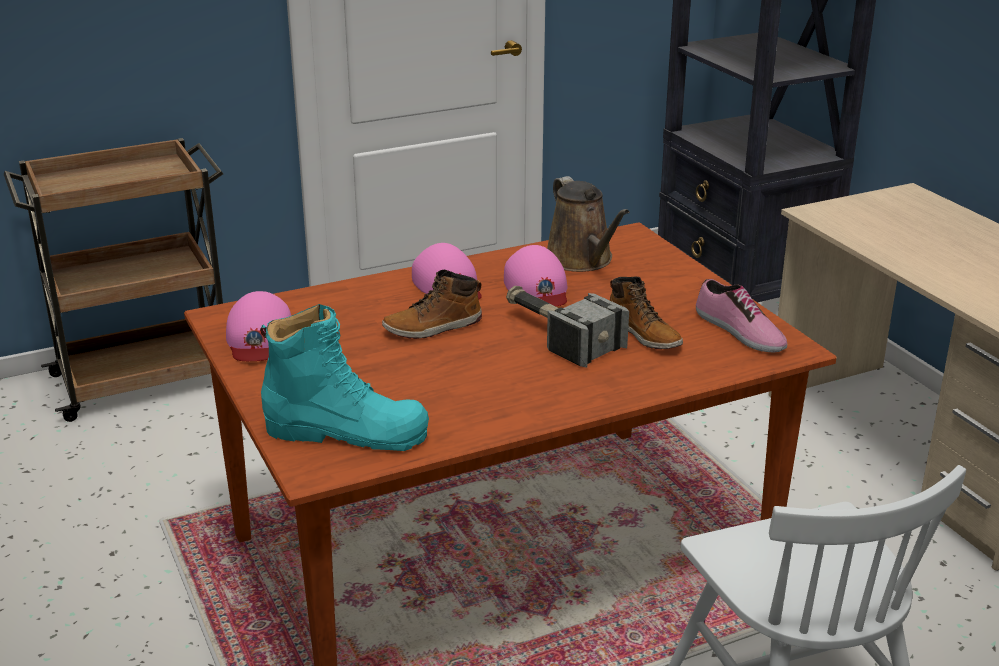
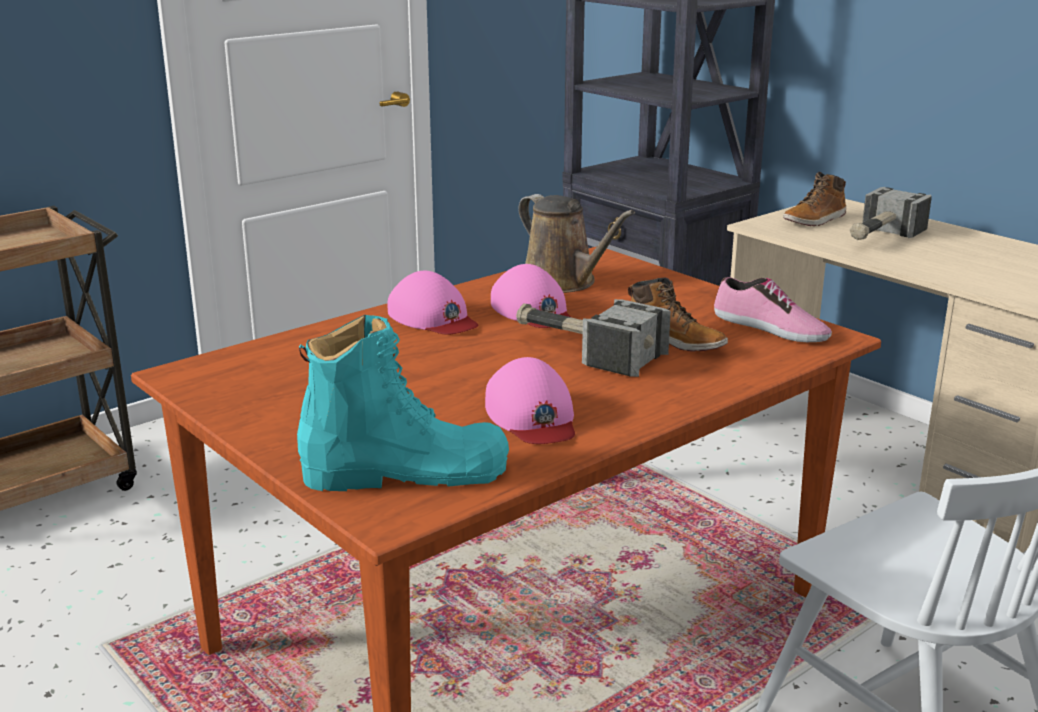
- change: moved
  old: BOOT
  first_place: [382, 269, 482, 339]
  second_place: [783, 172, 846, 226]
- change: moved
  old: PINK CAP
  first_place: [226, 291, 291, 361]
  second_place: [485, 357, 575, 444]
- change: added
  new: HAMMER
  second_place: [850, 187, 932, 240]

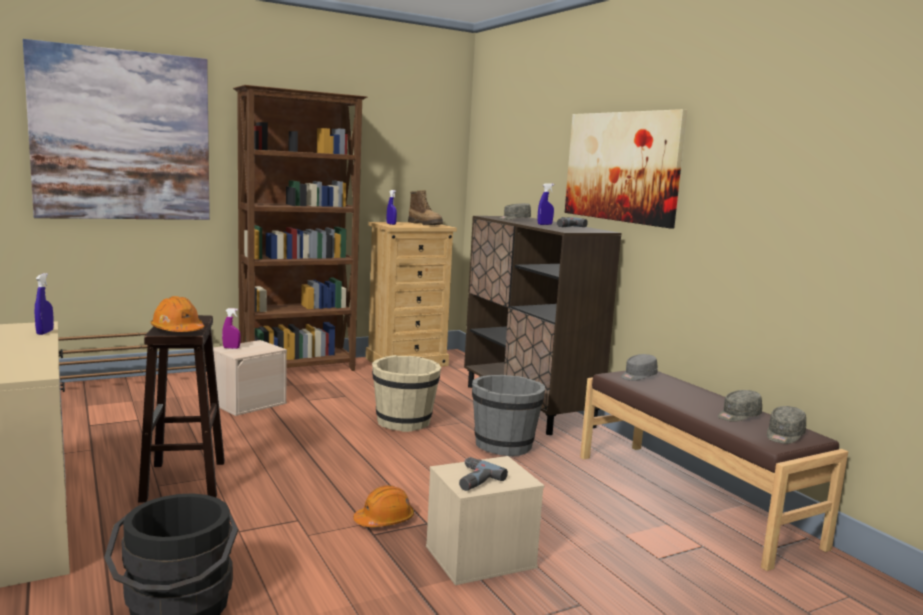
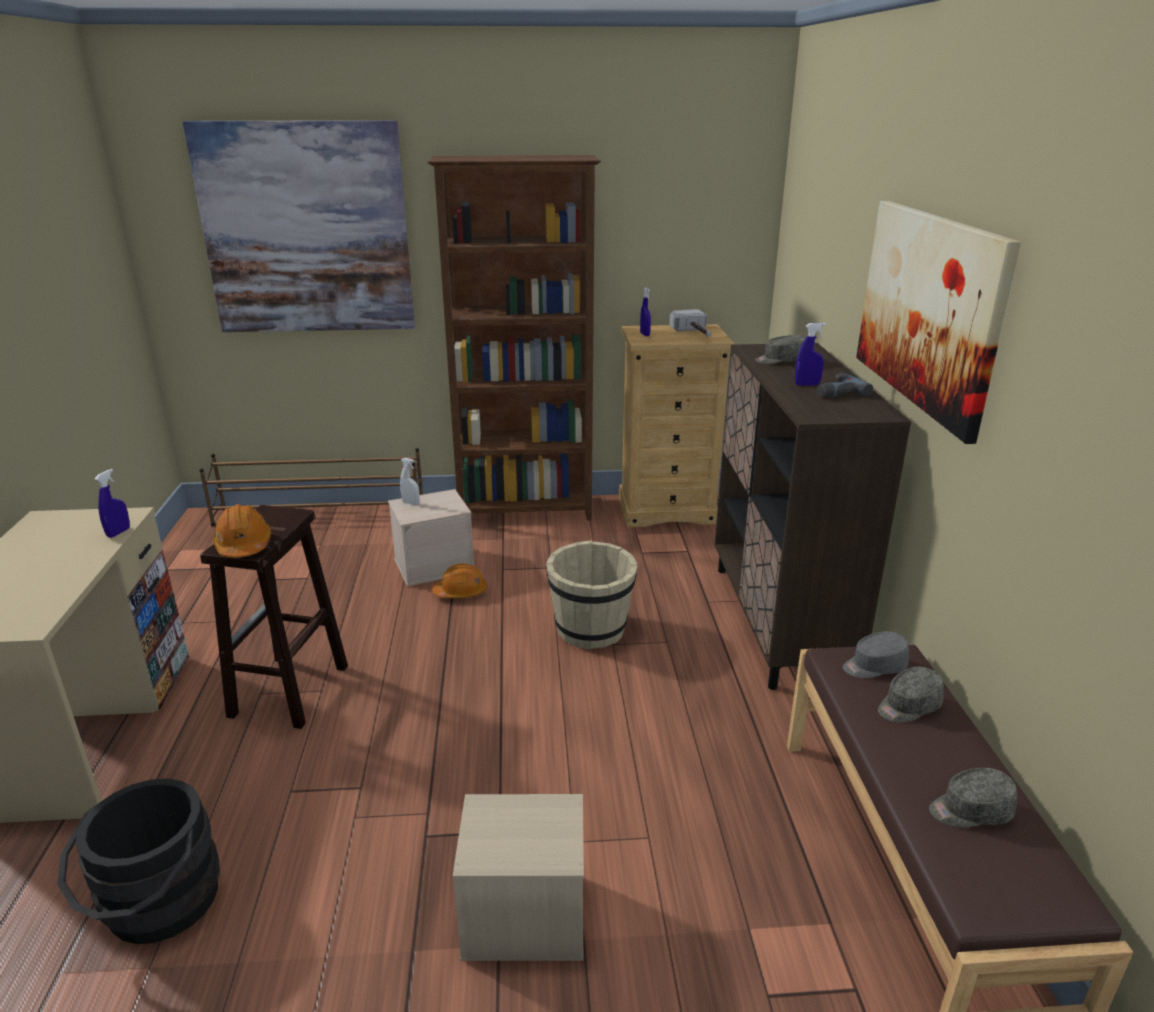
- change: replaced
  old: BOOT
  new: HAMMER
  first_place: [408, 190, 443, 225]
  second_place: [669, 309, 712, 337]
- change: recoloured
  old: PURPLE SPRAY BOTTLE
  new: WHITE SPRAY BOTTLE
  first_place: [222, 308, 241, 349]
  second_place: [400, 458, 420, 505]
- change: removed
  old: GREY BUCKET
  first_place: [472, 375, 545, 456]
- change: moved
  old: GREY CAP
  first_place: [767, 406, 806, 444]
  second_place: [878, 667, 944, 723]
- change: removed
  old: POWER DRILL
  first_place: [459, 457, 508, 491]
- change: moved
  old: ORANGE HARD HAT
  first_place: [353, 485, 414, 527]
  second_place: [432, 564, 487, 598]

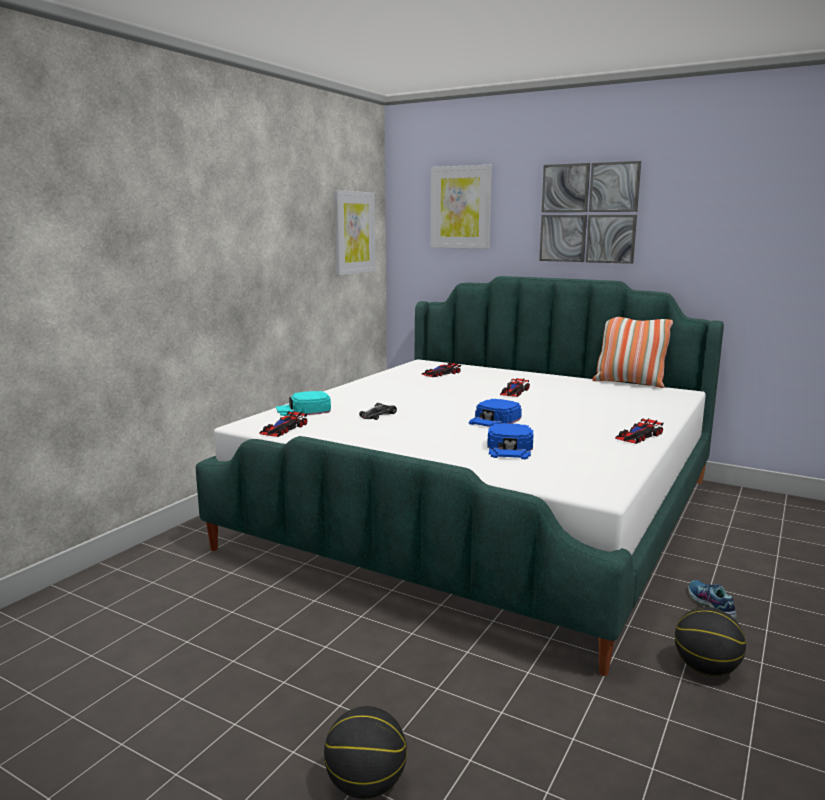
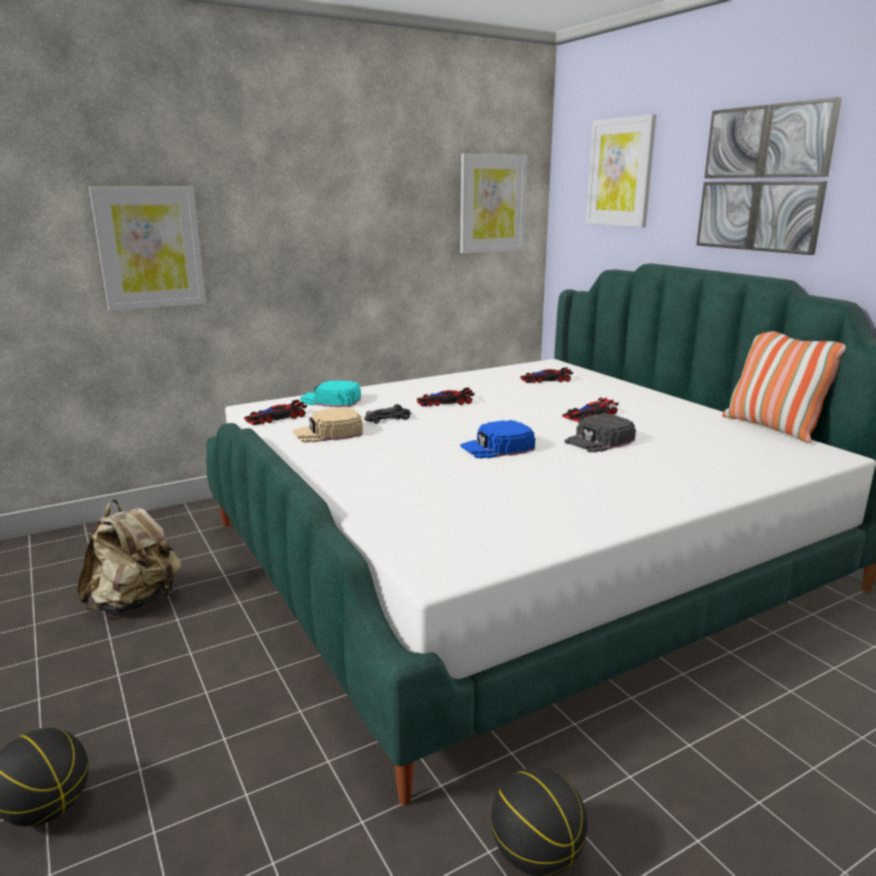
- change: moved
  old: TOY CAR
  first_place: [615, 418, 664, 444]
  second_place: [417, 387, 475, 406]
- change: removed
  old: BLUE CAP
  first_place: [487, 423, 533, 459]
- change: removed
  old: SHOE
  first_place: [688, 580, 737, 620]
- change: added
  new: PICTURE
  second_place: [89, 187, 206, 311]
- change: added
  new: BEIGE CAP
  second_place: [293, 407, 363, 443]
- change: added
  new: BLACK CAP
  second_place: [565, 414, 636, 453]
- change: added
  new: BEIGE BACKPACK
  second_place: [77, 500, 181, 612]

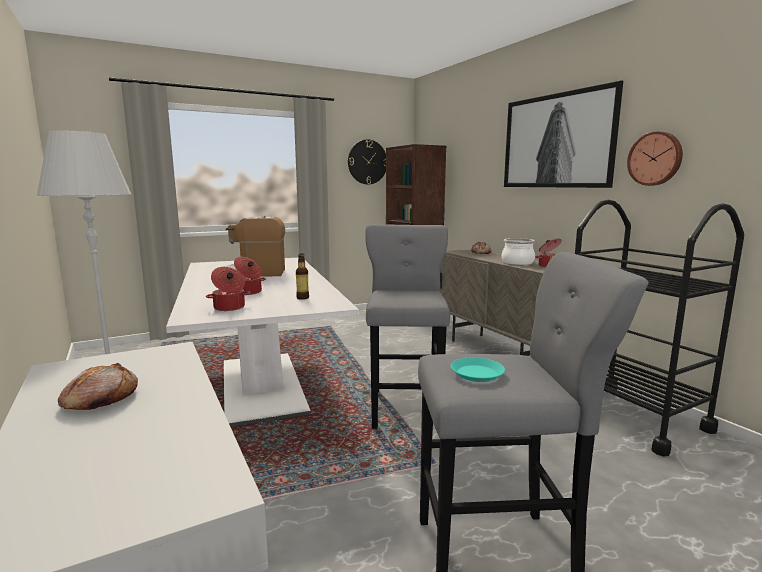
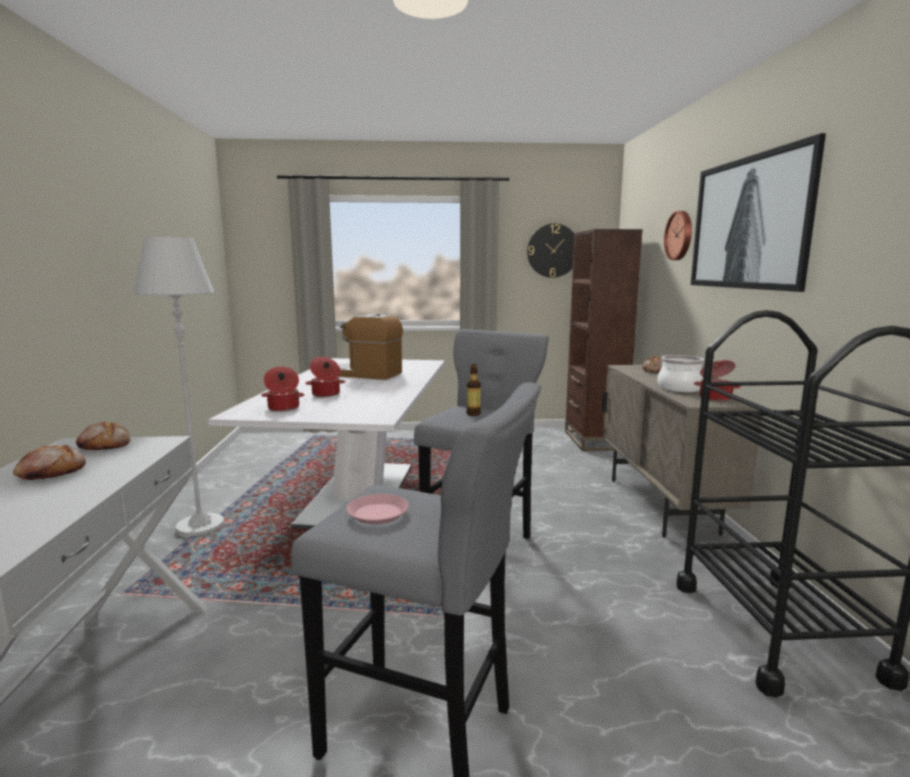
- change: moved
  old: WALL CLOCK
  first_place: [627, 131, 683, 186]
  second_place: [664, 211, 692, 260]
- change: moved
  old: BOTTLE
  first_place: [296, 253, 309, 300]
  second_place: [466, 364, 481, 416]
- change: recoloured
  old: TURQUOISE PLATE
  new: PINK PLATE
  first_place: [451, 357, 505, 382]
  second_place: [347, 494, 409, 524]
- change: added
  new: BREAD
  second_place: [76, 422, 131, 450]

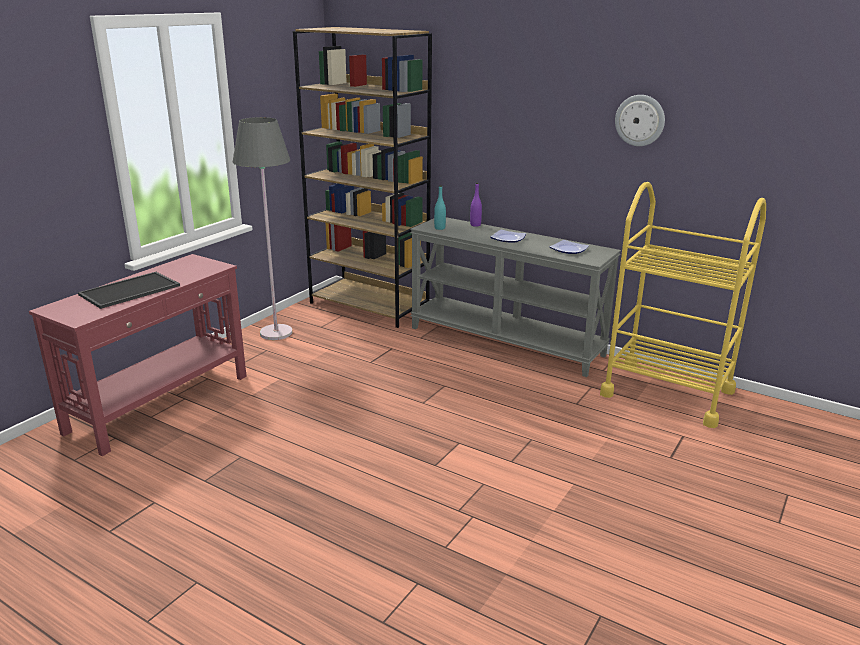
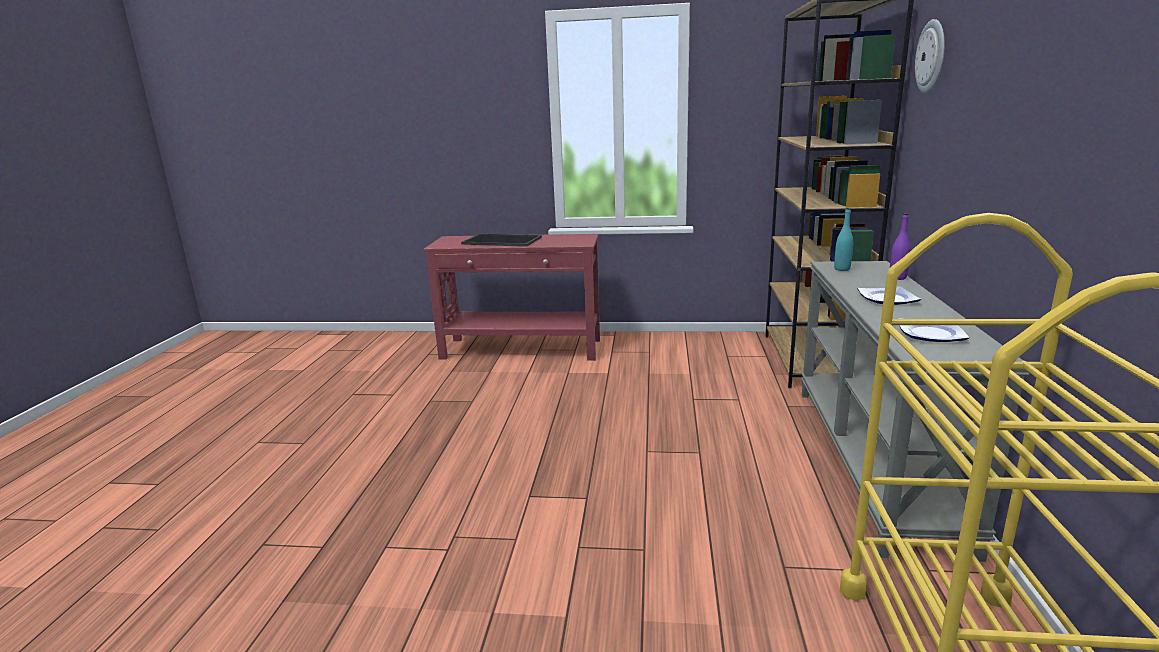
- change: moved
  old: WALL CLOCK
  first_place: [615, 95, 665, 146]
  second_place: [915, 19, 945, 93]
- change: removed
  old: GREY FLOOR LAMP
  first_place: [232, 117, 293, 340]

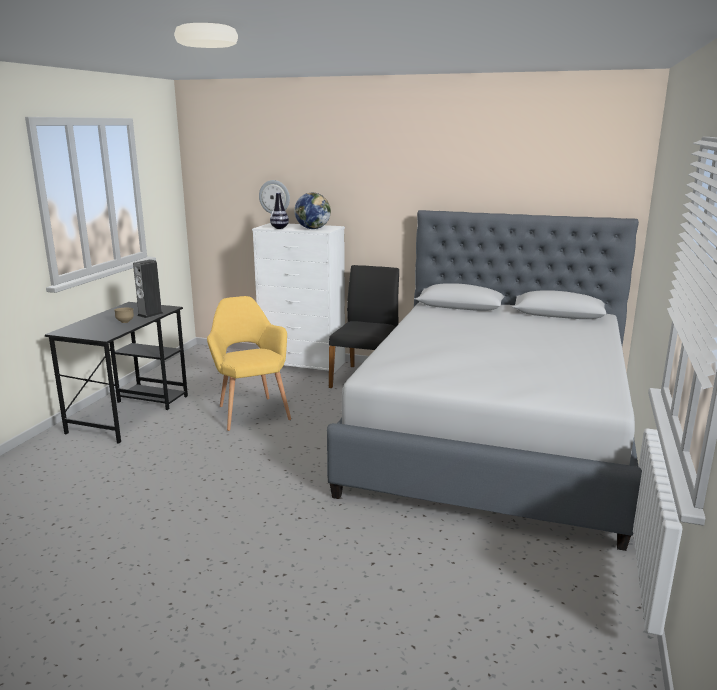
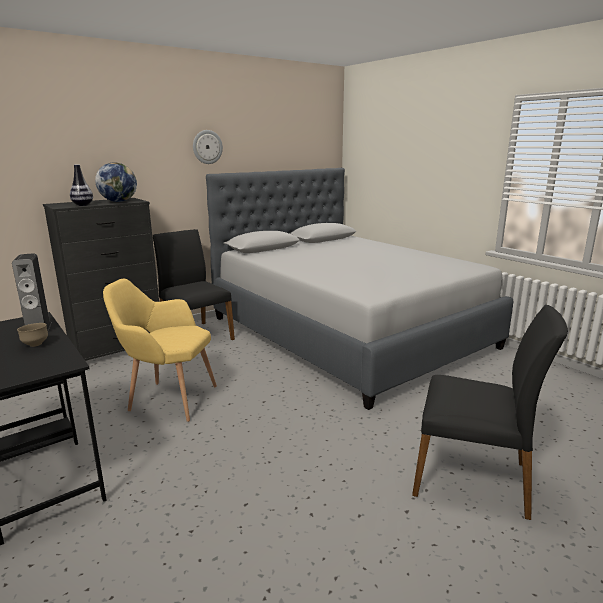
- change: moved
  old: WALL CLOCK
  first_place: [259, 180, 290, 214]
  second_place: [193, 130, 223, 164]
- change: recoloured
  old: WHITE DRESSER
  new: BLACK DRESSER
  first_place: [252, 223, 345, 373]
  second_place: [43, 198, 159, 361]
- change: added
  new: BLACK CHAIR
  second_place: [412, 305, 568, 520]

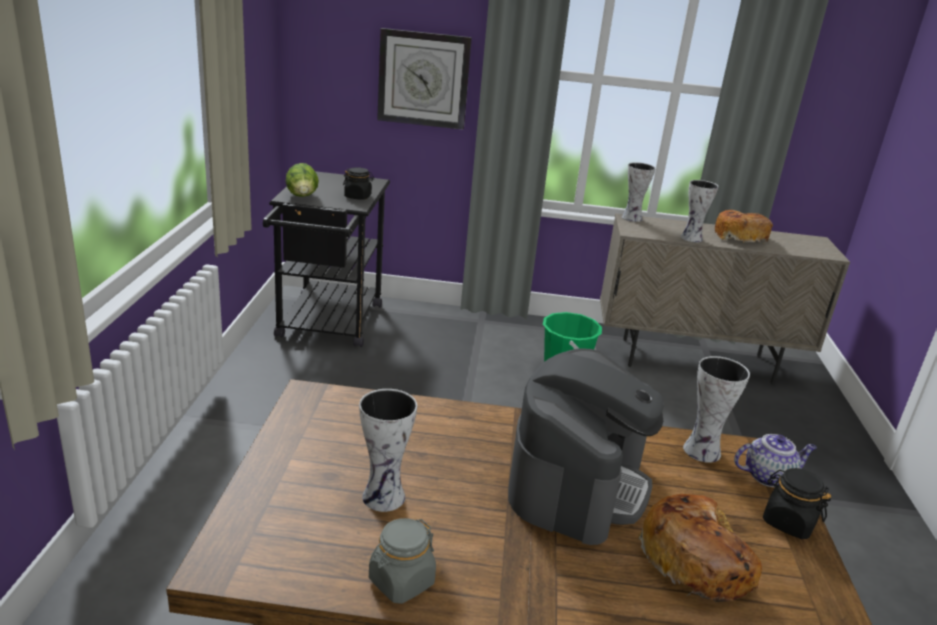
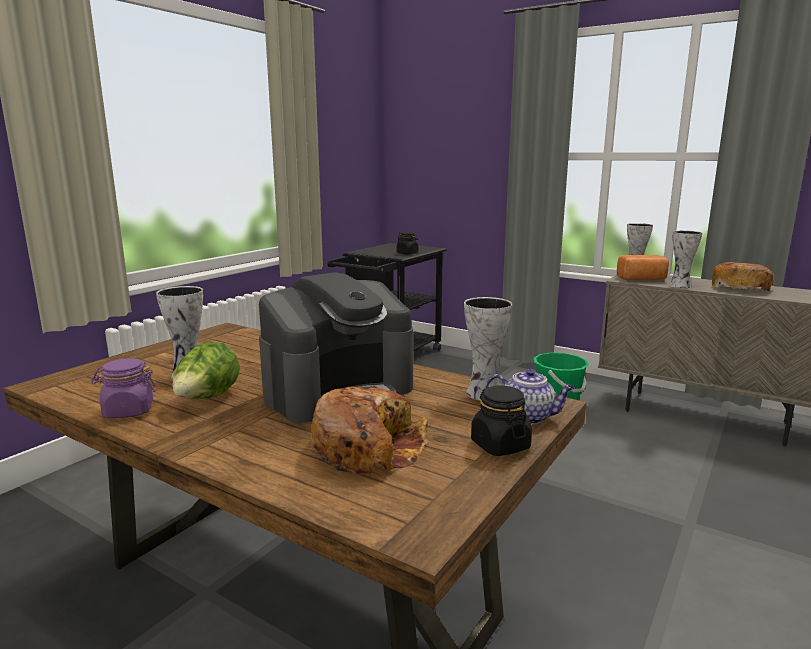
- change: removed
  old: WALL CLOCK
  first_place: [377, 28, 472, 130]
- change: moved
  old: LETTUCE
  first_place: [286, 163, 319, 197]
  second_place: [172, 341, 240, 399]
- change: recoloured
  old: GREY JAR
  new: PURPLE JAR
  first_place: [369, 518, 436, 604]
  second_place: [91, 358, 157, 418]
- change: added
  new: BREAD
  second_place: [617, 255, 669, 280]

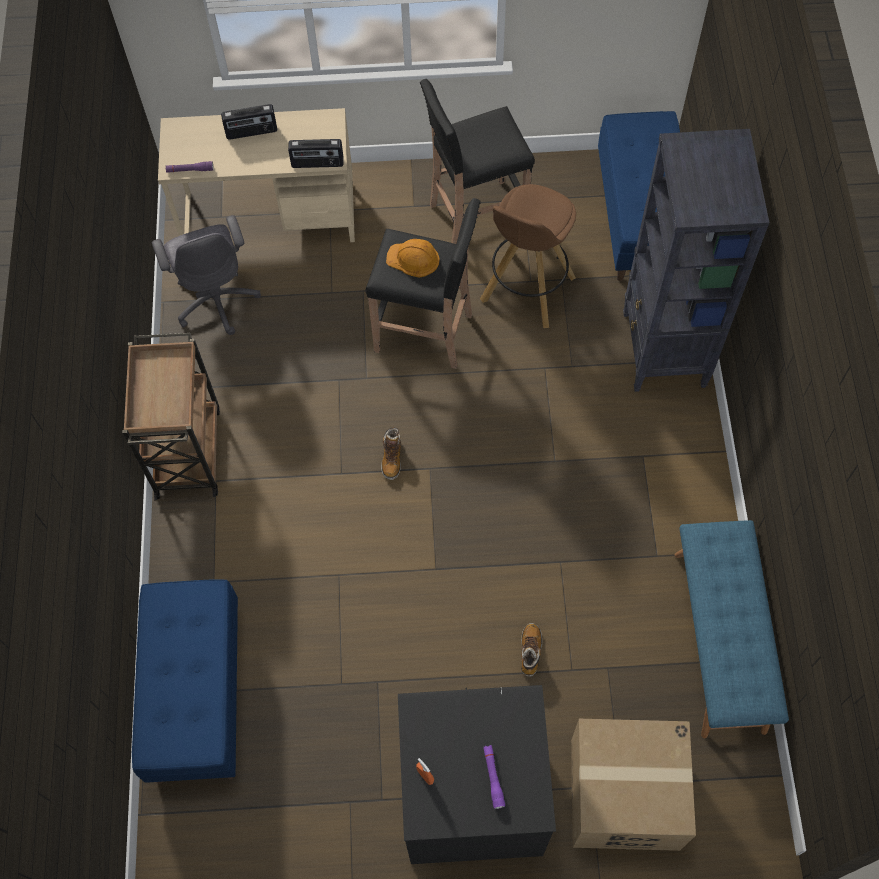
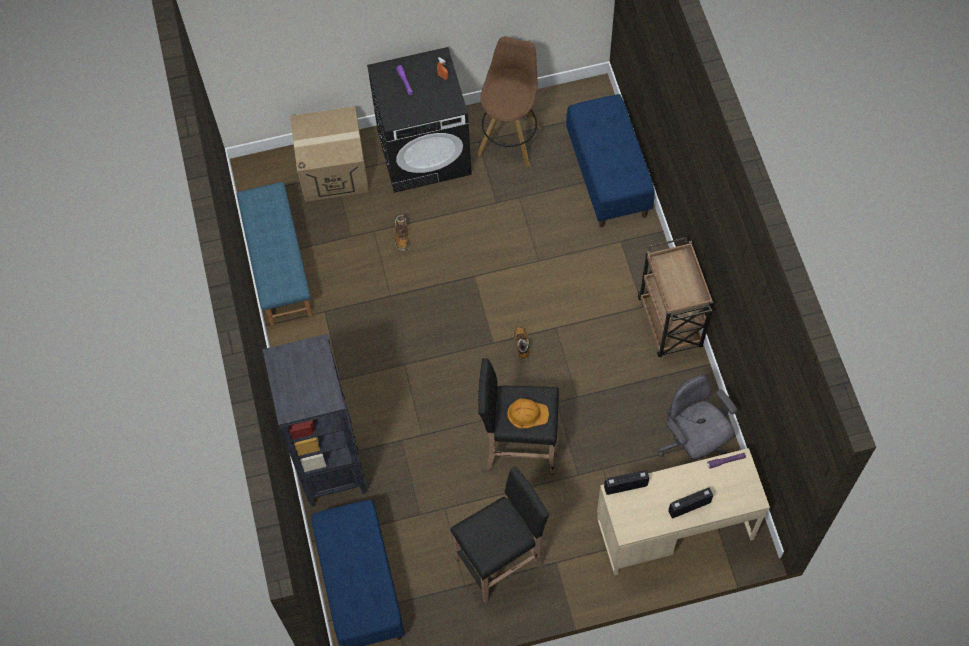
- change: moved
  old: BROWN STOOL
  first_place: [480, 184, 576, 328]
  second_place: [477, 36, 543, 167]

